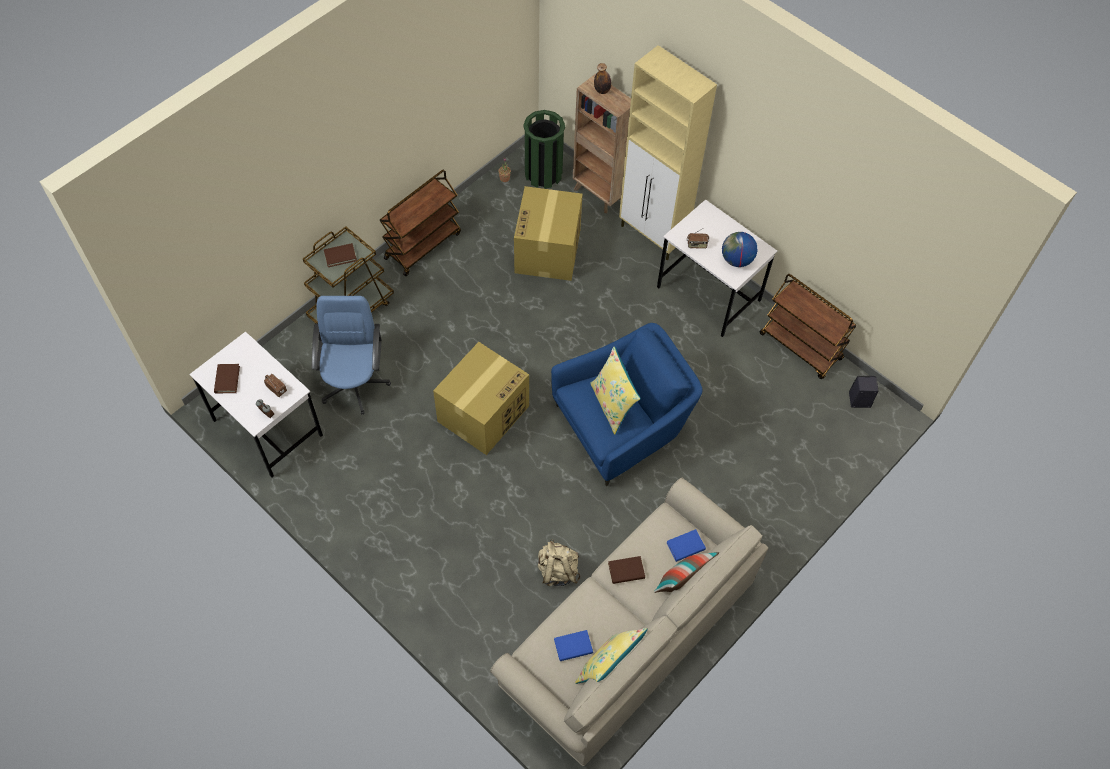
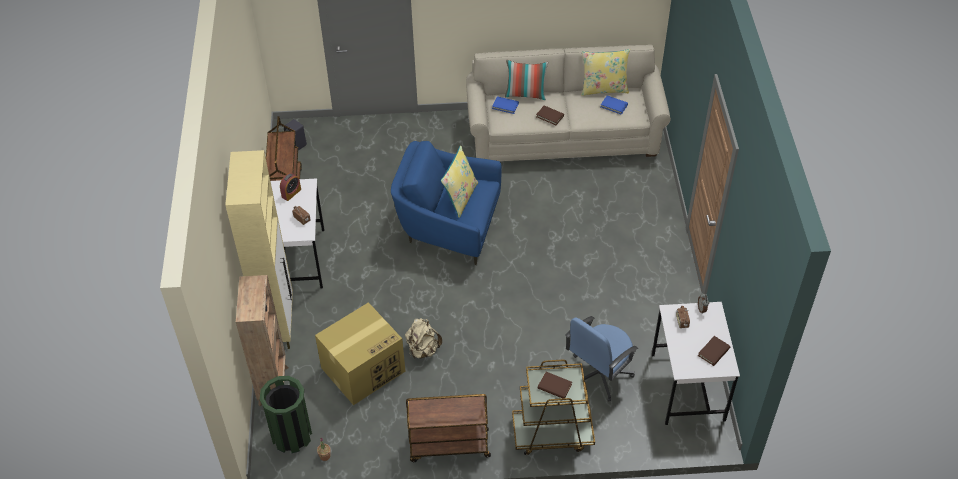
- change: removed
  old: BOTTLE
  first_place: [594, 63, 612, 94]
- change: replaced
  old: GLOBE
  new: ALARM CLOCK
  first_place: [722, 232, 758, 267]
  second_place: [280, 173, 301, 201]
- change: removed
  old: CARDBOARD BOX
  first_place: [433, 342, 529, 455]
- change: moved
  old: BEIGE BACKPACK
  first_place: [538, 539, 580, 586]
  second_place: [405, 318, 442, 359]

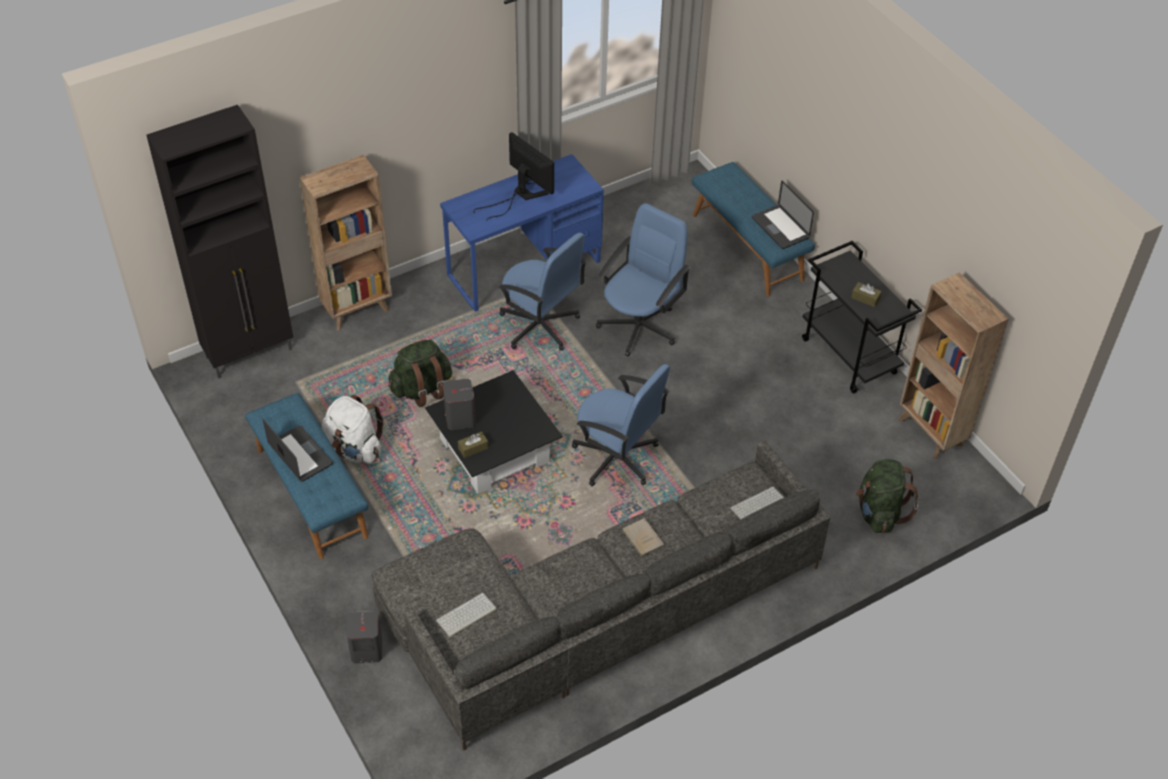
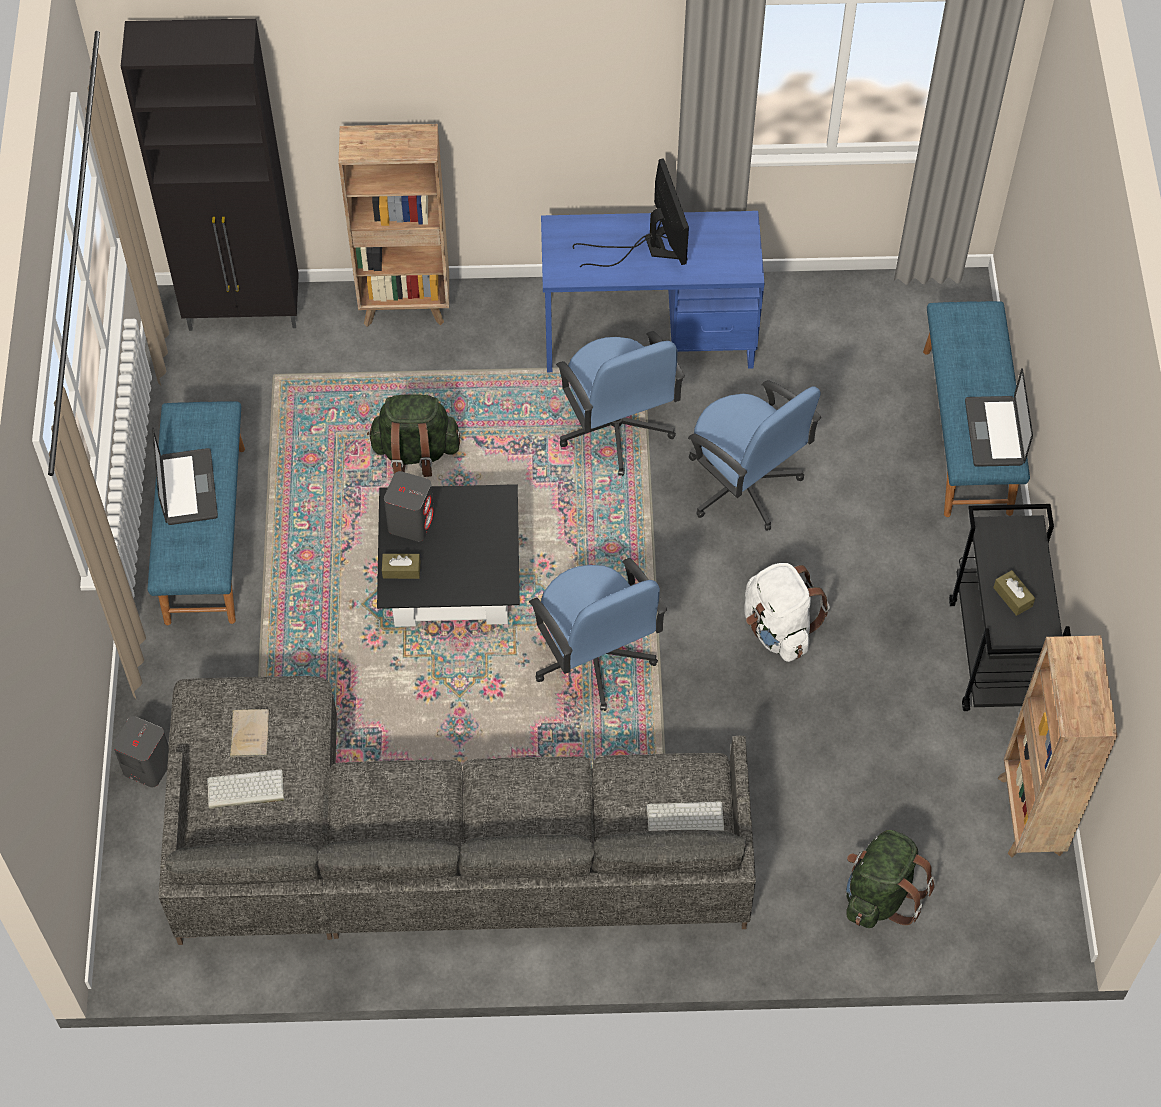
- change: turned
  old: BLUE OFFICE CHAIR
  first_place: [596, 203, 691, 357]
  second_place: [688, 380, 821, 531]
  degrees: 75
- change: moved
  old: WHITE BACKPACK
  first_place: [322, 395, 384, 464]
  second_place: [745, 563, 830, 662]
- change: moved
  old: BEIGE BOOK
  first_place: [621, 518, 665, 557]
  second_place: [230, 709, 269, 757]

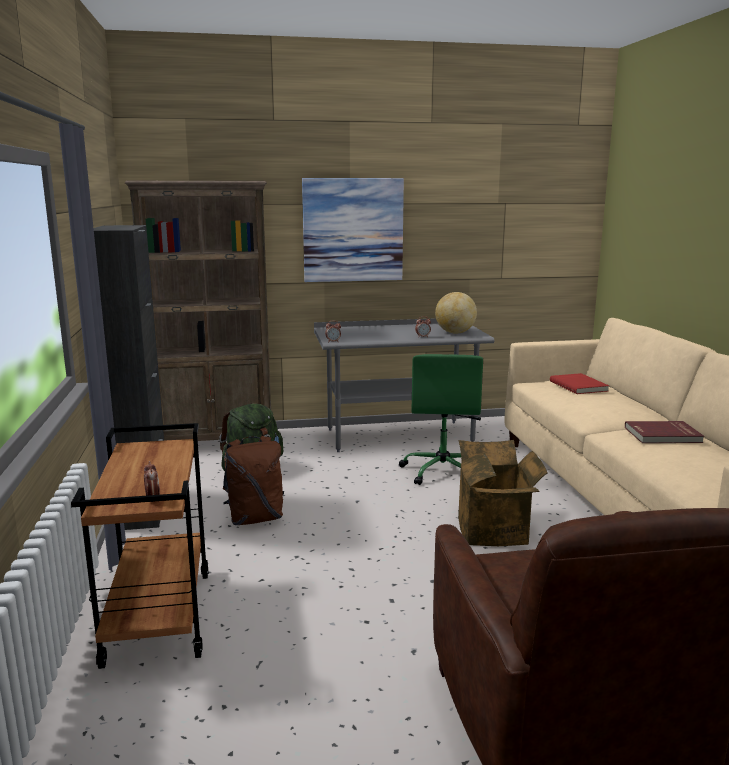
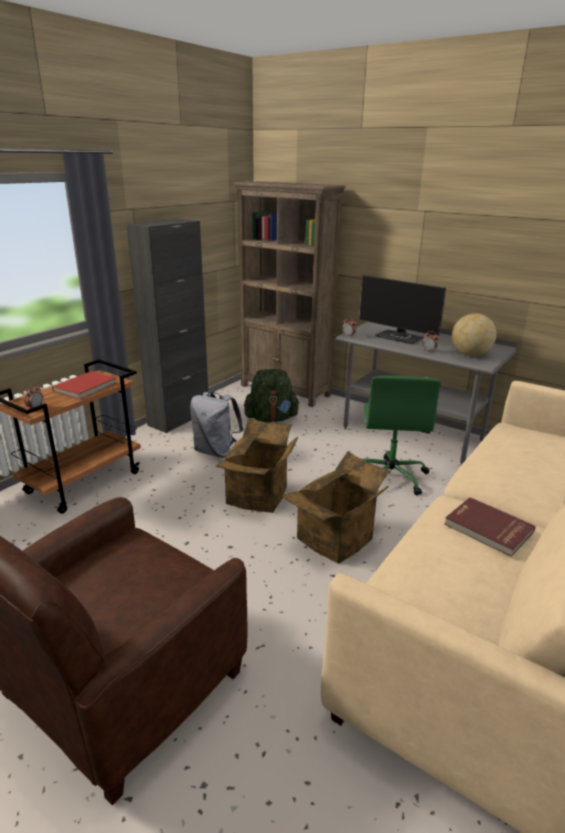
- change: removed
  old: PICTURE
  first_place: [302, 178, 404, 282]
- change: turned
  old: GREEN OFFICE CHAIR
  first_place: [399, 354, 483, 485]
  second_place: [363, 376, 441, 495]
  degrees: -45
- change: moved
  old: RED BOOK
  first_place: [550, 373, 609, 394]
  second_place: [52, 371, 116, 400]
- change: recoloured
  old: BROWN BACKPACK
  new: GREY BACKPACK
  first_place: [223, 436, 284, 525]
  second_place: [190, 391, 244, 458]
- change: added
  new: MONITOR
  second_place: [359, 275, 446, 344]
- change: added
  new: CARDBOARD BOX
  second_place: [216, 418, 298, 513]

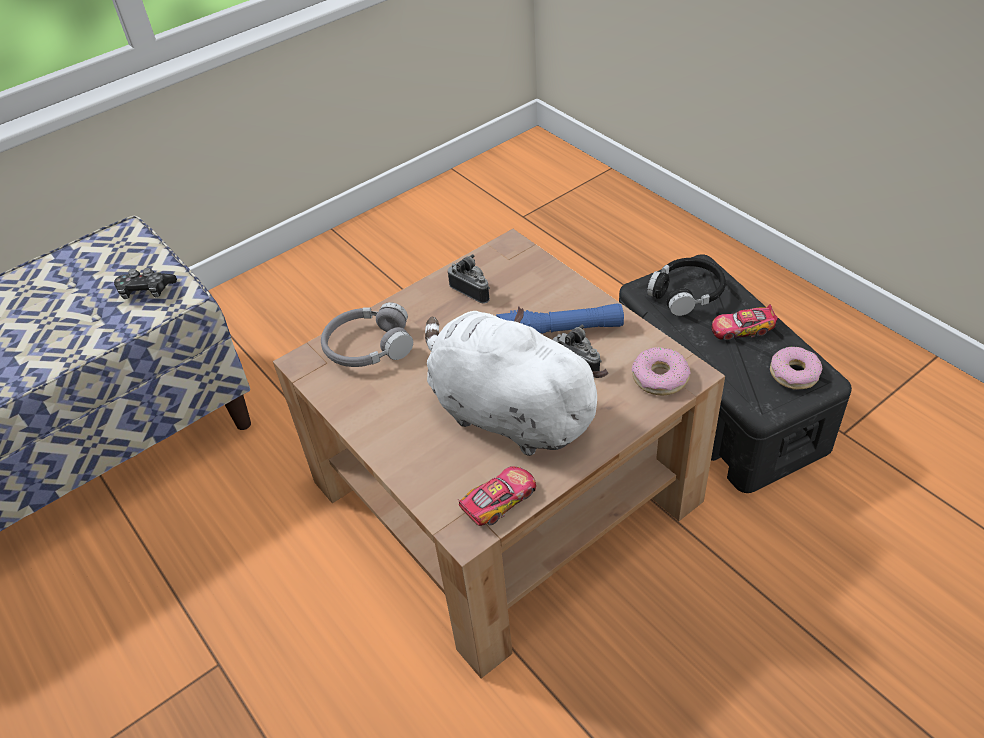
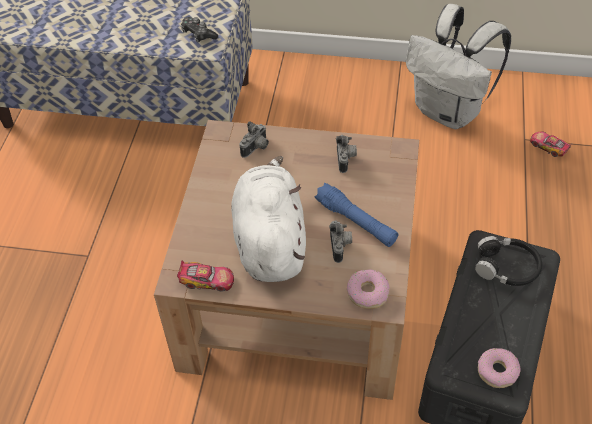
- change: replaced
  old: GREY HEADPHONES
  new: PHOTO CAMERA
  first_place: [321, 302, 413, 367]
  second_place: [240, 121, 269, 158]
- change: moved
  old: TOY CAR
  first_place: [712, 304, 778, 341]
  second_place: [530, 131, 572, 157]
- change: added
  new: WHITE BACKPACK
  second_place: [406, 4, 511, 129]

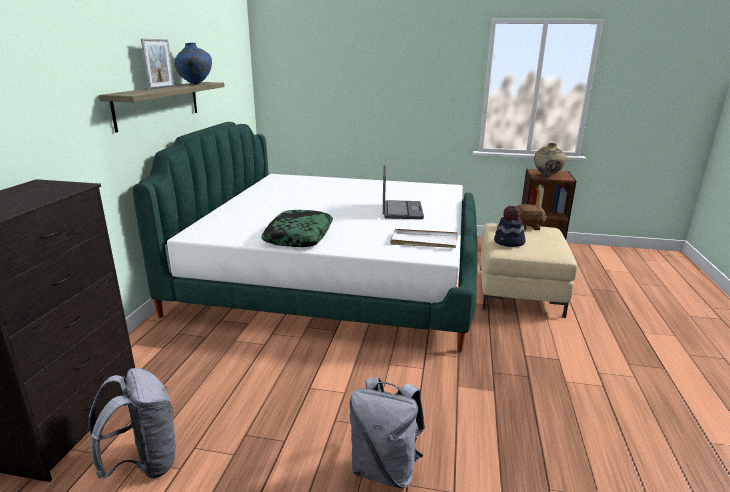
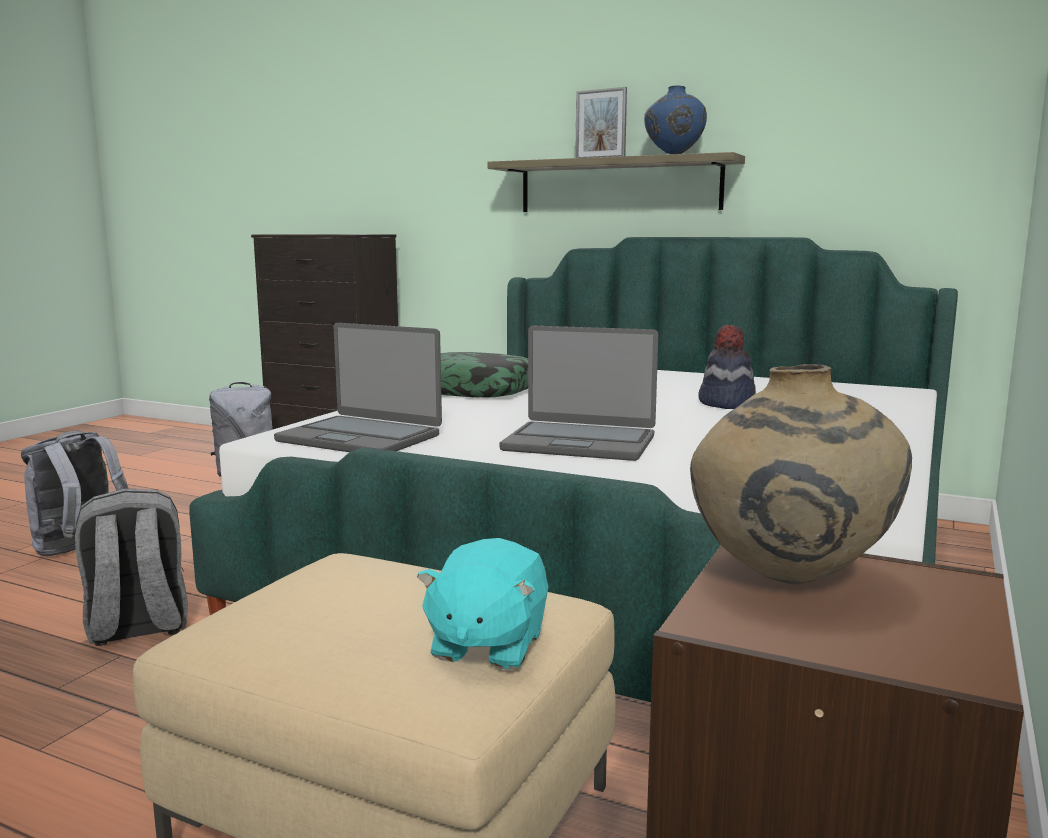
- change: recoloured
  old: BROWN PLUSH TOY
  new: TURQUOISE PLUSH TOY
  first_place: [517, 204, 547, 230]
  second_place: [416, 538, 548, 670]
- change: moved
  old: HAT
  first_place: [494, 206, 526, 247]
  second_place: [699, 325, 756, 409]
- change: replaced
  old: WHITE TRAY
  new: LAPTOP
  first_place: [390, 229, 458, 248]
  second_place: [274, 323, 442, 452]
- change: added
  new: GREY BACKPACK
  second_place: [75, 488, 188, 646]

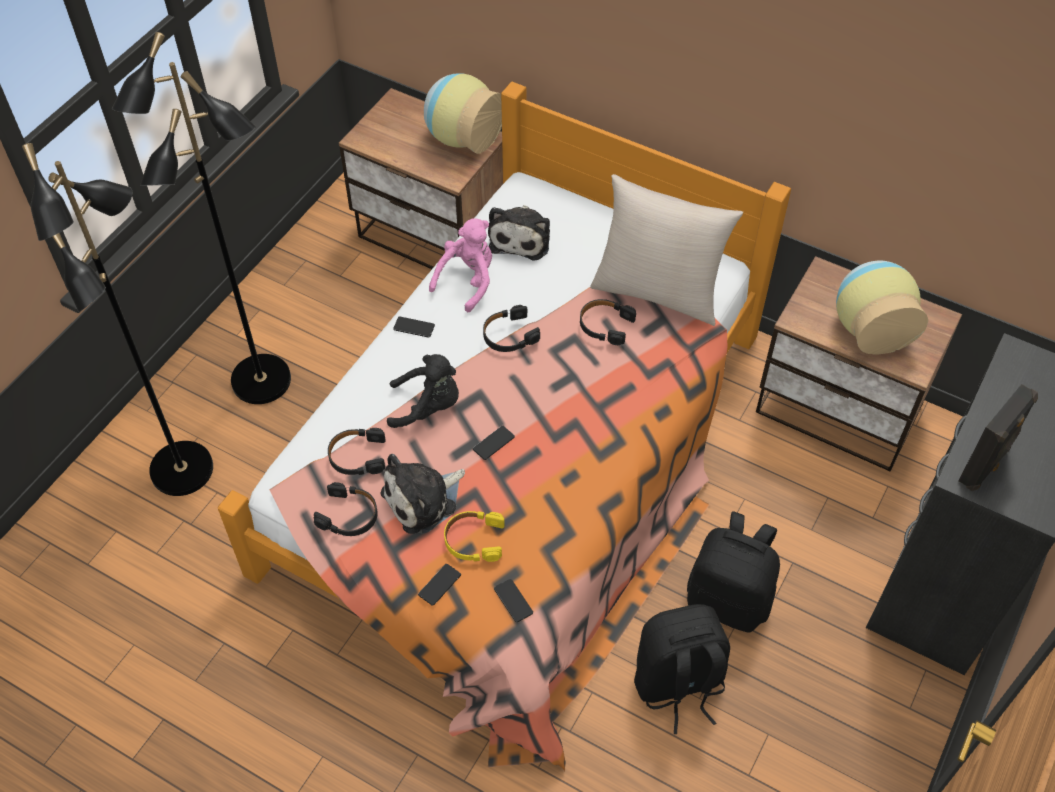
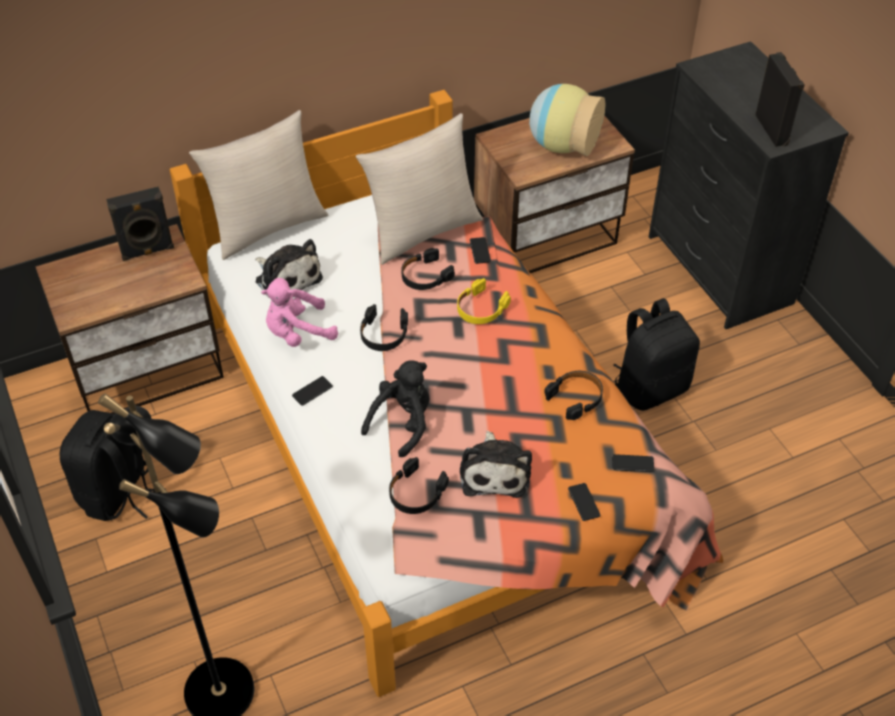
- change: removed
  old: BLACK FLOOR LAMP
  first_place: [112, 32, 291, 404]
- change: replaced
  old: VASE
  new: BLACK SPEAKER
  first_place: [424, 73, 502, 154]
  second_place: [106, 186, 174, 261]
- change: turned
  old: PINK PLUSH TOY
  first_place: [429, 218, 492, 312]
  second_place: [261, 278, 338, 347]
  degrees: -90
- change: moved
  old: PHONE
  first_place: [473, 426, 515, 460]
  second_place: [470, 237, 491, 264]
- change: moved
  old: BLACK HEADPHONES
  first_place: [314, 482, 378, 536]
  second_place: [544, 371, 603, 420]
- change: moved
  old: YELLOW HEADPHONES
  first_place: [444, 511, 505, 562]
  second_place: [457, 278, 511, 324]
- change: moved
  old: BLACK BACKPACK
  first_place: [634, 604, 730, 734]
  second_place: [60, 410, 166, 521]
- change: added
  new: BEIGE PILLOW
  second_place: [189, 110, 329, 260]

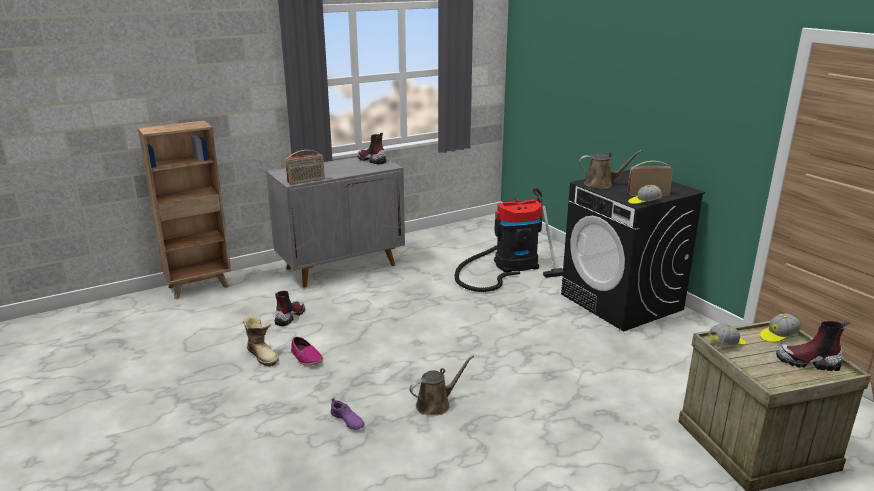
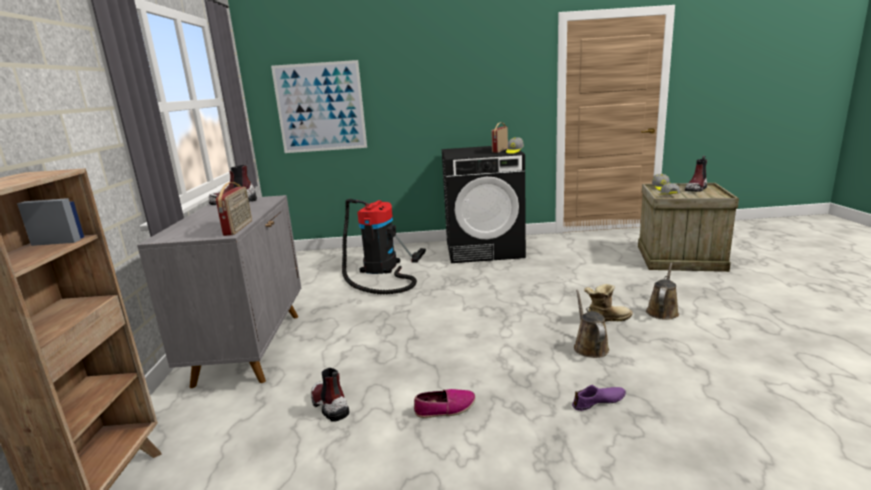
- change: moved
  old: BROWN WATERING CAN
  first_place: [579, 150, 642, 189]
  second_place: [646, 263, 679, 320]
- change: moved
  old: BOOT
  first_place: [243, 316, 279, 366]
  second_place: [584, 284, 633, 322]
- change: added
  new: PICTURE
  second_place: [271, 60, 367, 153]

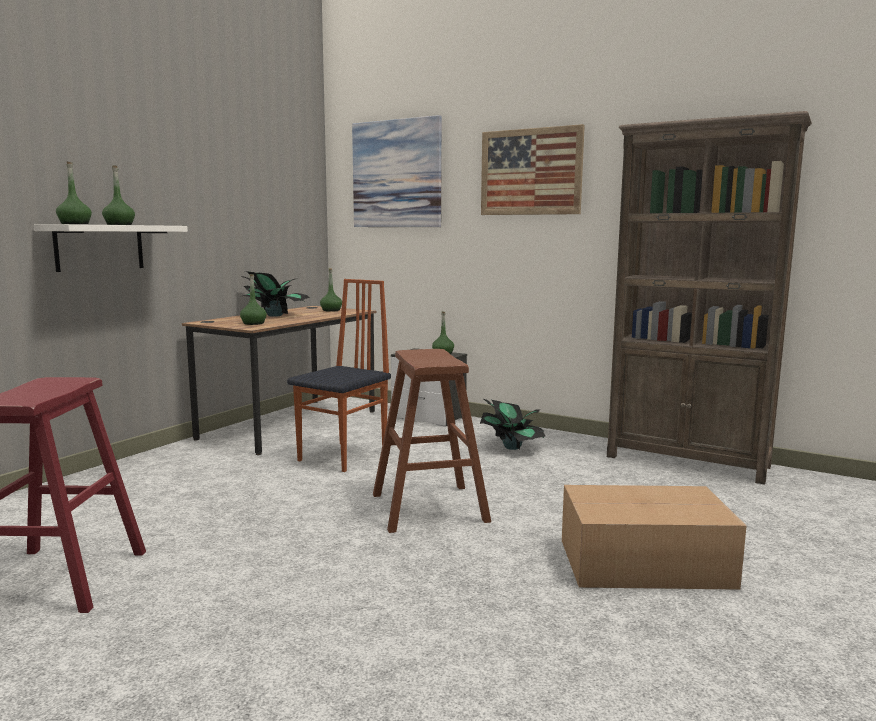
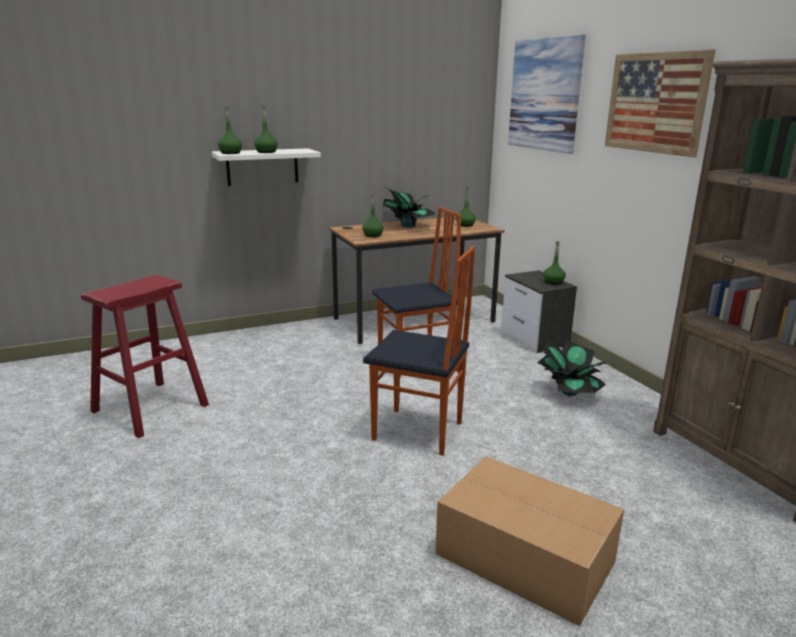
- change: replaced
  old: BROWN STOOL
  new: CHAIR
  first_place: [373, 349, 491, 533]
  second_place: [363, 246, 475, 456]

